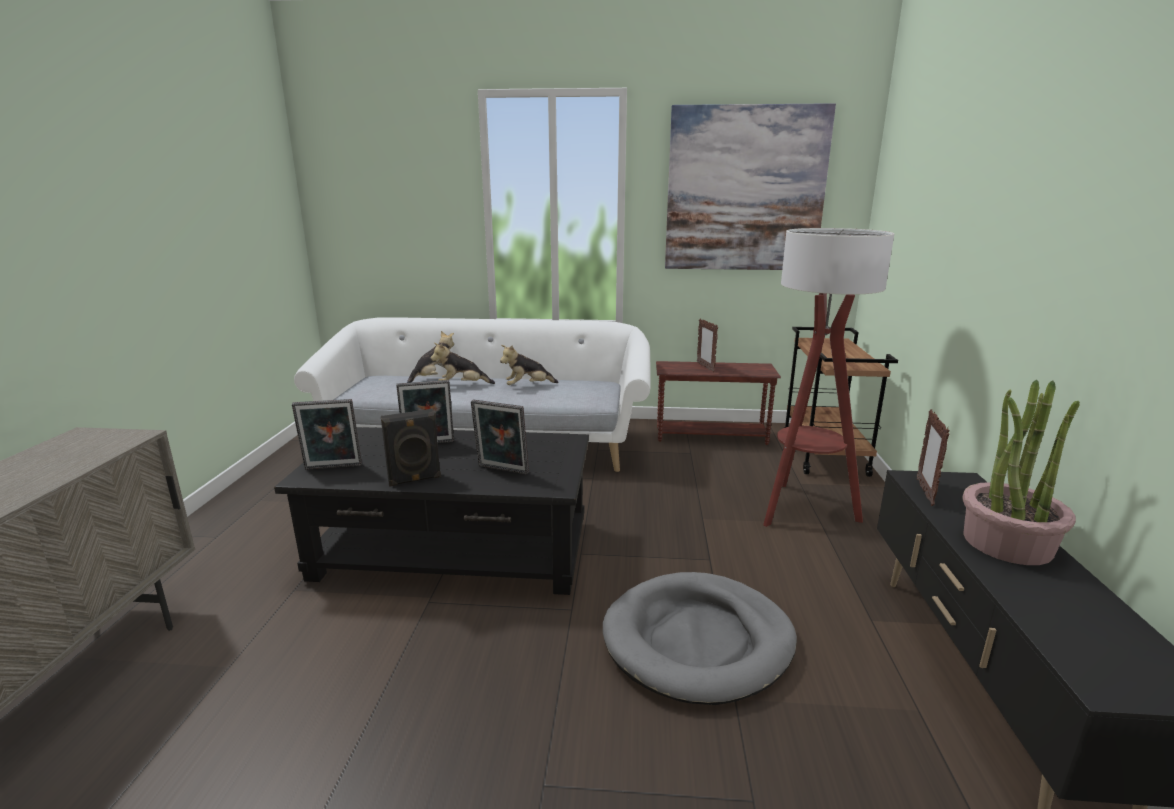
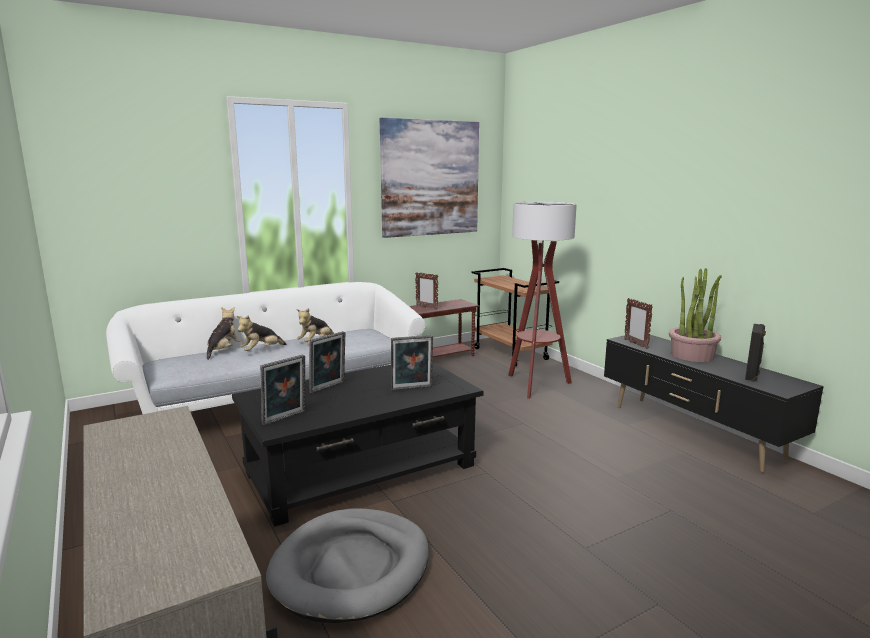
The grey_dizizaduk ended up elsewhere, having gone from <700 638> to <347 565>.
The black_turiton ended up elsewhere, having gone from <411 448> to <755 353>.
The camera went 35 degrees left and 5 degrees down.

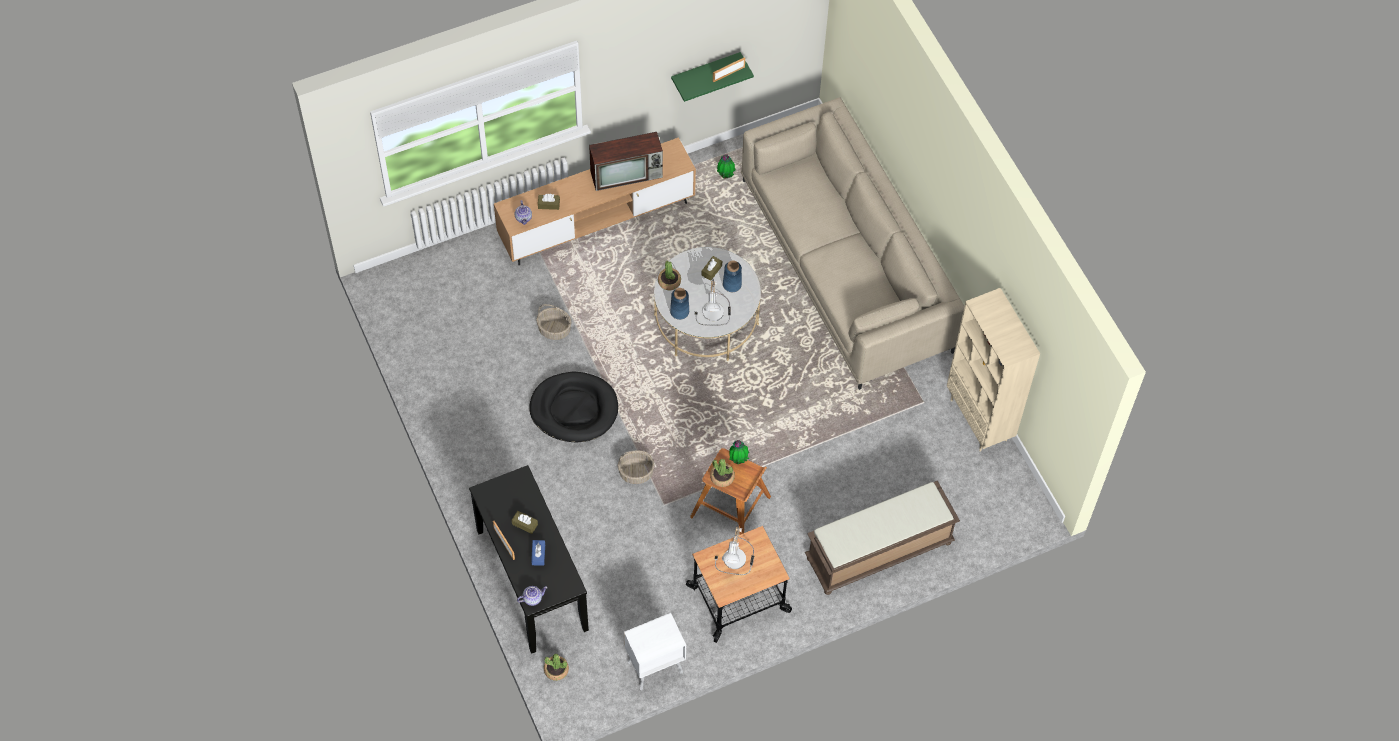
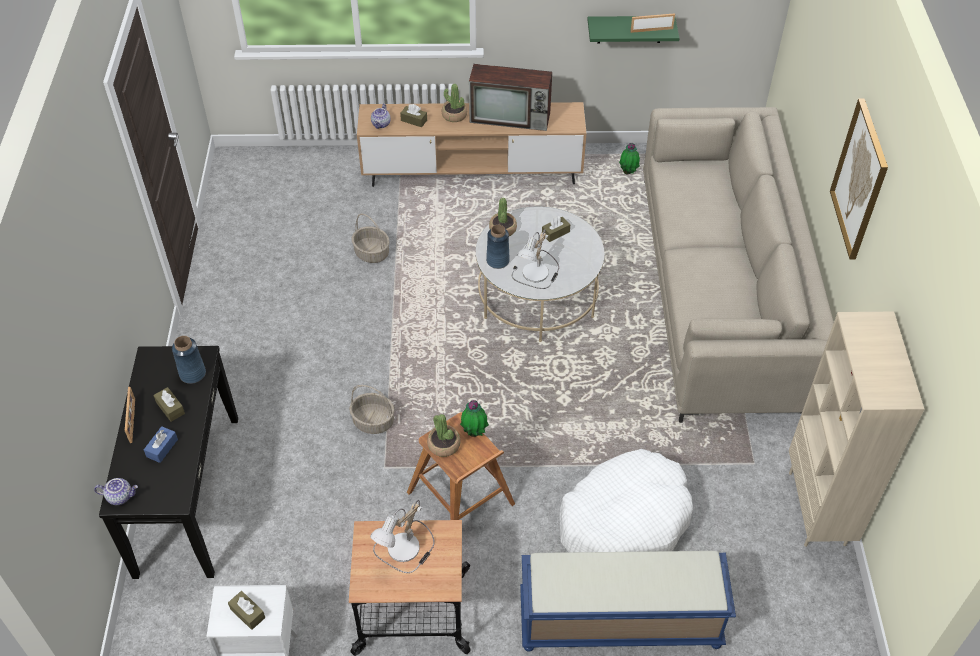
The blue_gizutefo ended up elsewhere, having gone from <732 276> to <189 360>.
The second view gained the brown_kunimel at <246 610>.
The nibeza ended up elsewhere, having gone from <556 667> to <454 103>.
What was the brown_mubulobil at <882 538> turned into the blue_mubulobil at <628 601>.
The second view gained the white_dizizaduk at <626 500>.
The second view gained the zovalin at <859 178>.
The second view lost the black_dizizaduk at <573 406>.
The camera went 25 degrees right and 10 degrees down.

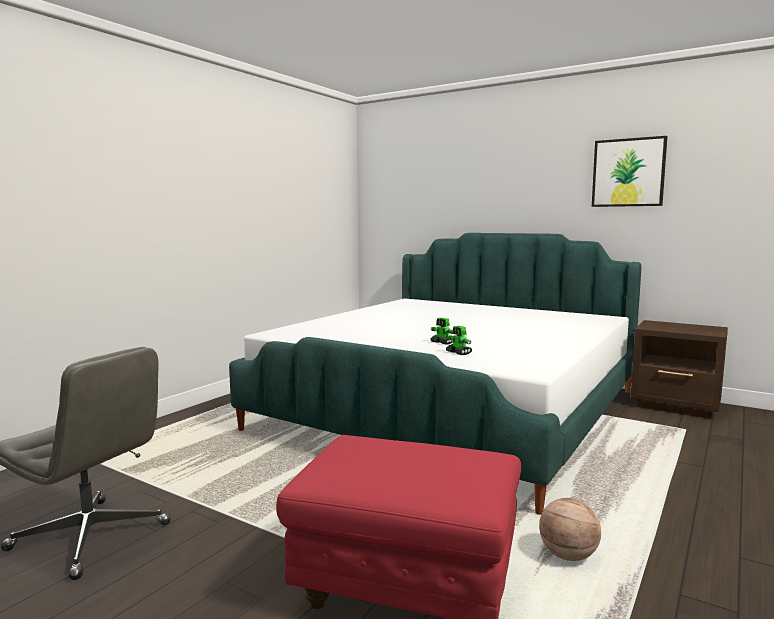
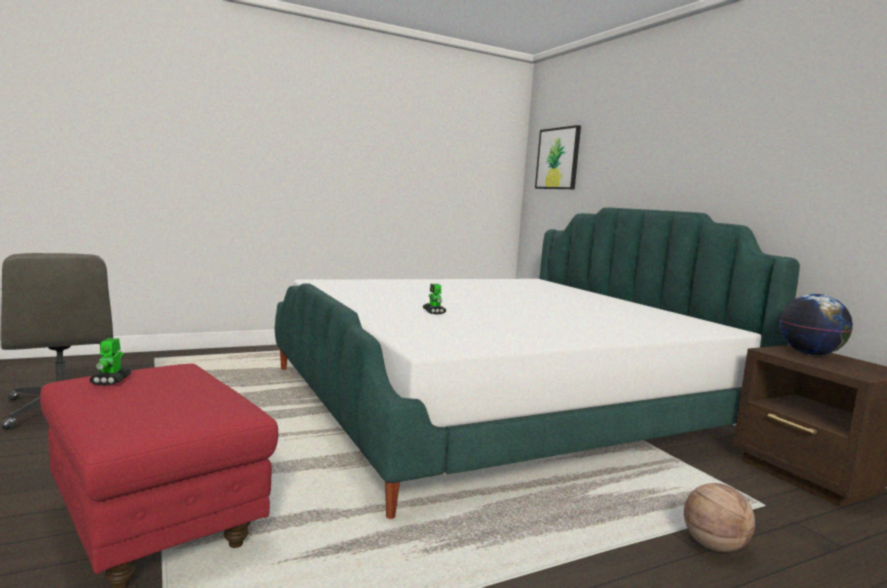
The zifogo ended up elsewhere, having gone from <459 340> to <110 362>.
The zovalin ended up elsewhere, having gone from <630 171> to <558 157>.
The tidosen ended up elsewhere, having gone from <570 529> to <719 517>.
The second view gained the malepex at <816 324>.
The camera went 30 degrees right and 0 degrees up.

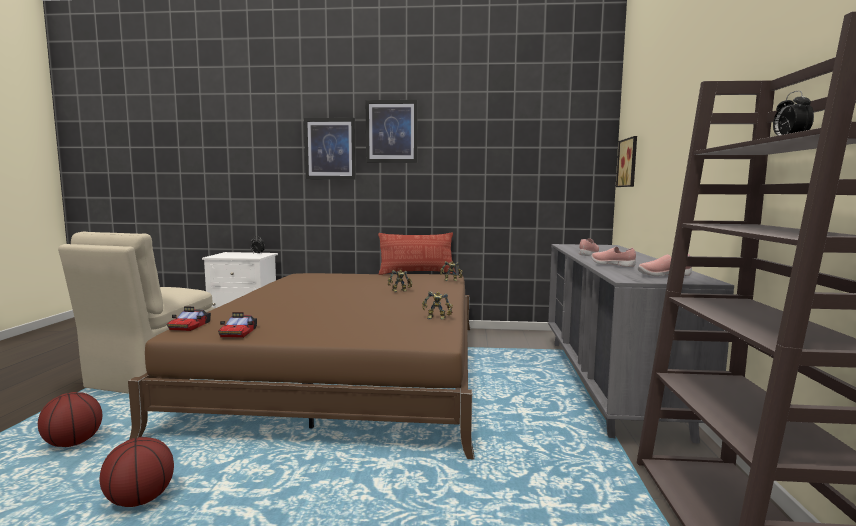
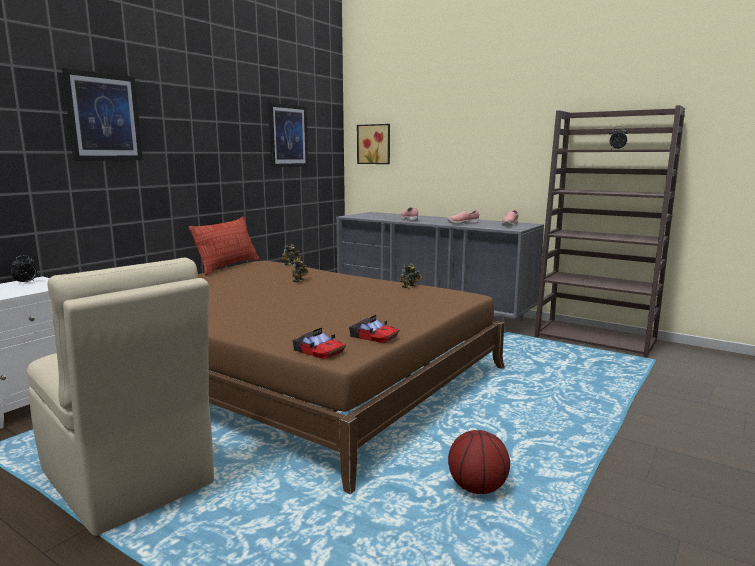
The zovalin ended up elsewhere, having gone from <392 131> to <288 135>.
The second view lost the tidosen at <70 419>.
The camera went 60 degrees left and 5 degrees up.

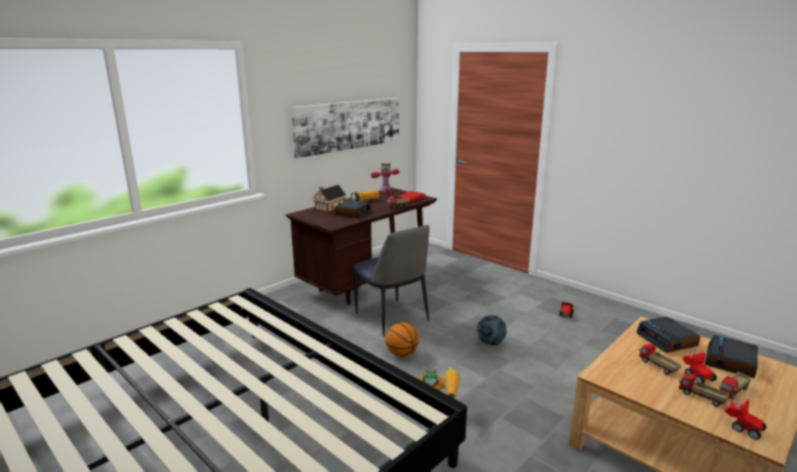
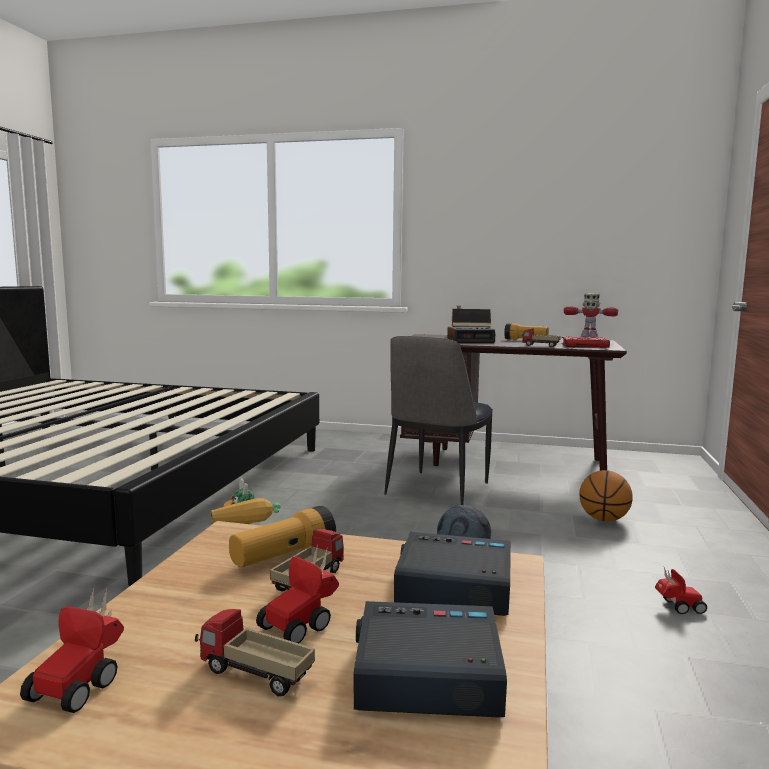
The second view gained the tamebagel at <282 536>.
The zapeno at <668 335> ended up facing another way, 60 degrees clockwise from before.
The tidosen ended up elsewhere, having gone from <402 339> to <606 495>.
The second view lost the zovalin at <345 128>.
The second view lost the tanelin at <704 390>.
The camera went 60 degrees right and 10 degrees down.

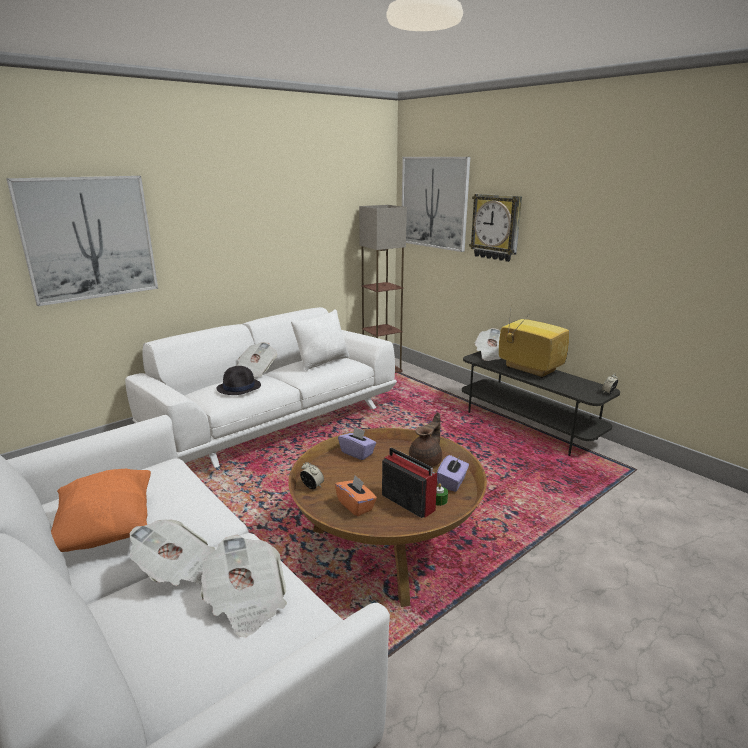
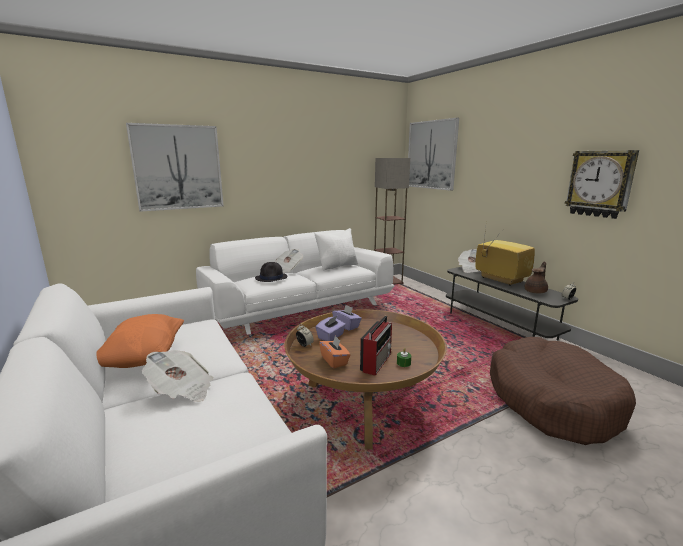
The purple_kunimel ended up elsewhere, having gone from <453 473> to <331 328>.
The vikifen at <409 483> ended up facing another way, 60 degrees clockwise from before.
The second view gained the brown_dizizaduk at <563 391>.
The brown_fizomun ended up elsewhere, having gone from <425 439> to <536 278>.
The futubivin ended up elsewhere, having gone from <495 228> to <602 184>.
The second view lost the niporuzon at <243 586>.
The camera went 10 degrees right and 5 degrees down.

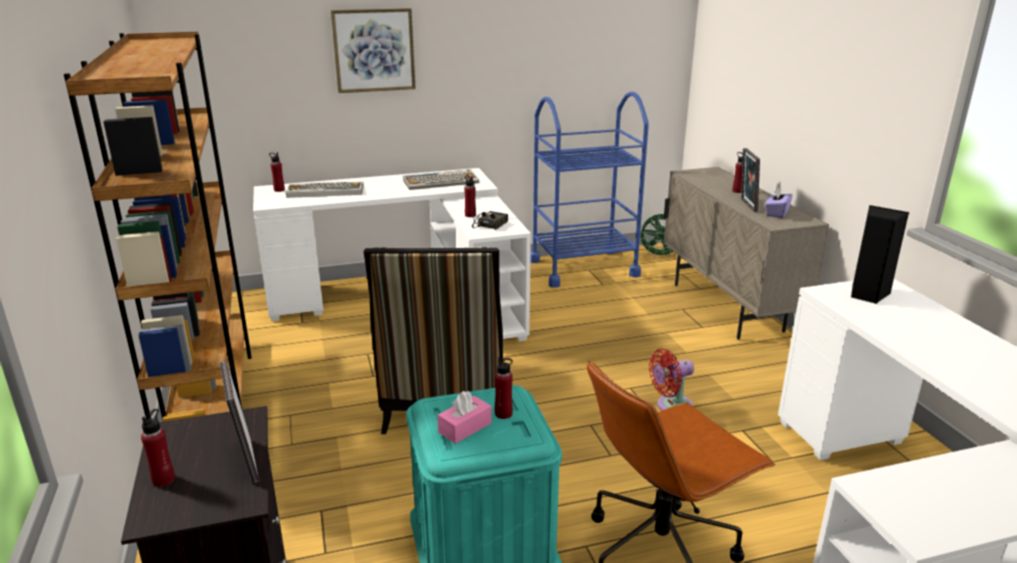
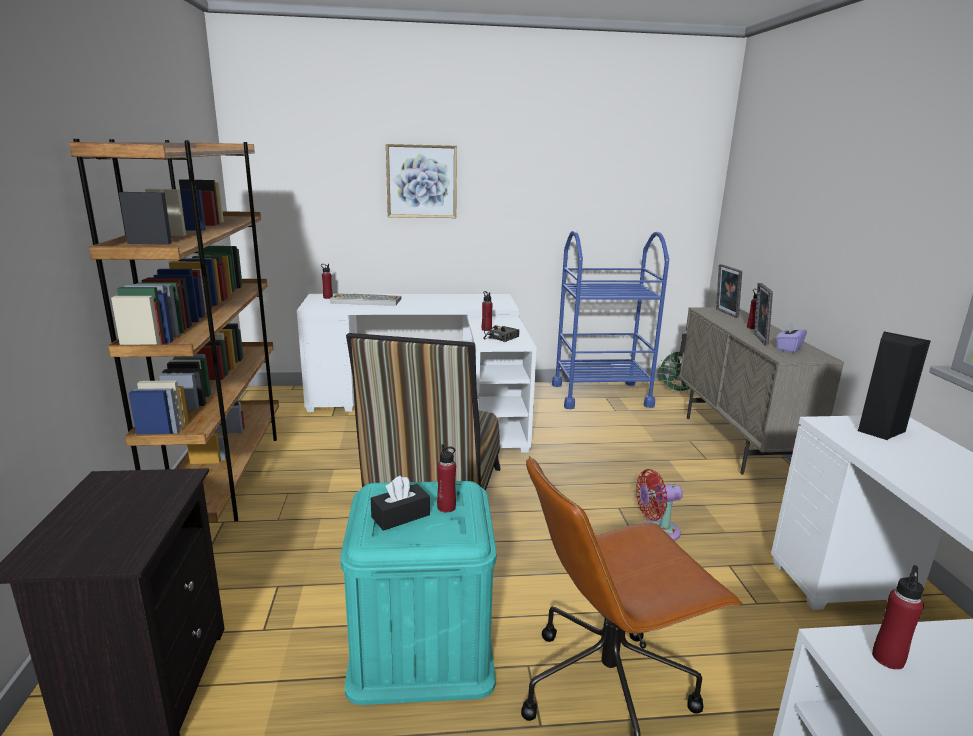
What was the pink_kunimel at <465 417> turned into the black_kunimel at <400 503>.
The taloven ended up elsewhere, having gone from <239 422> to <729 291>.
The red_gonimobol ended up elsewhere, having gone from <158 448> to <898 617>.
The second view lost the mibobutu at <441 179>.
The camera went 10 degrees right and 5 degrees down.

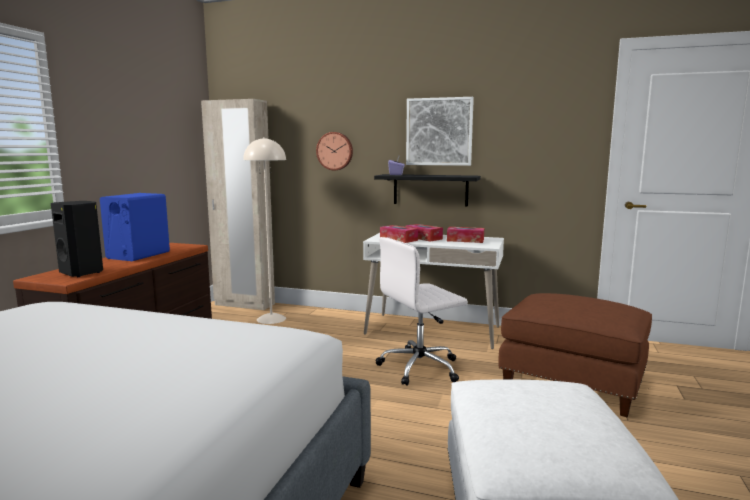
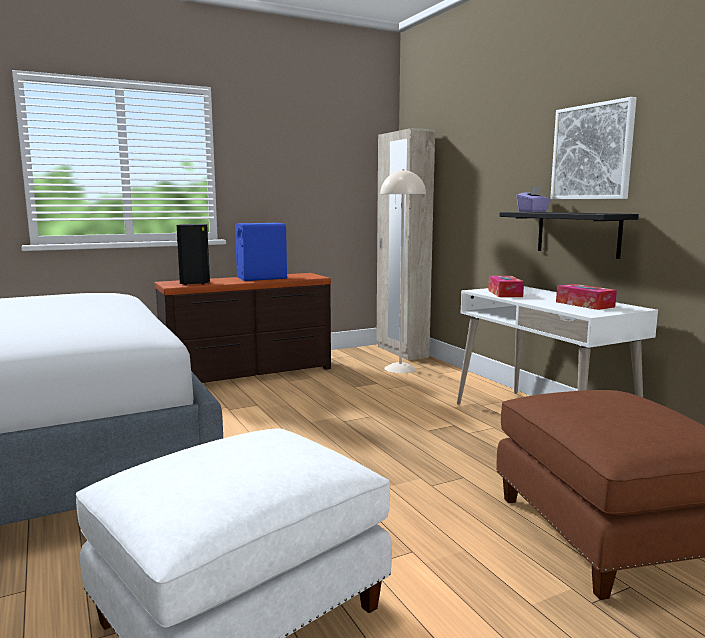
The second view lost the futubivin at <334 151>.
The second view lost the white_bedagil at <422 311>.
The second view lost the kunimel at <424 233>.
The camera went 45 degrees right and 0 degrees up.

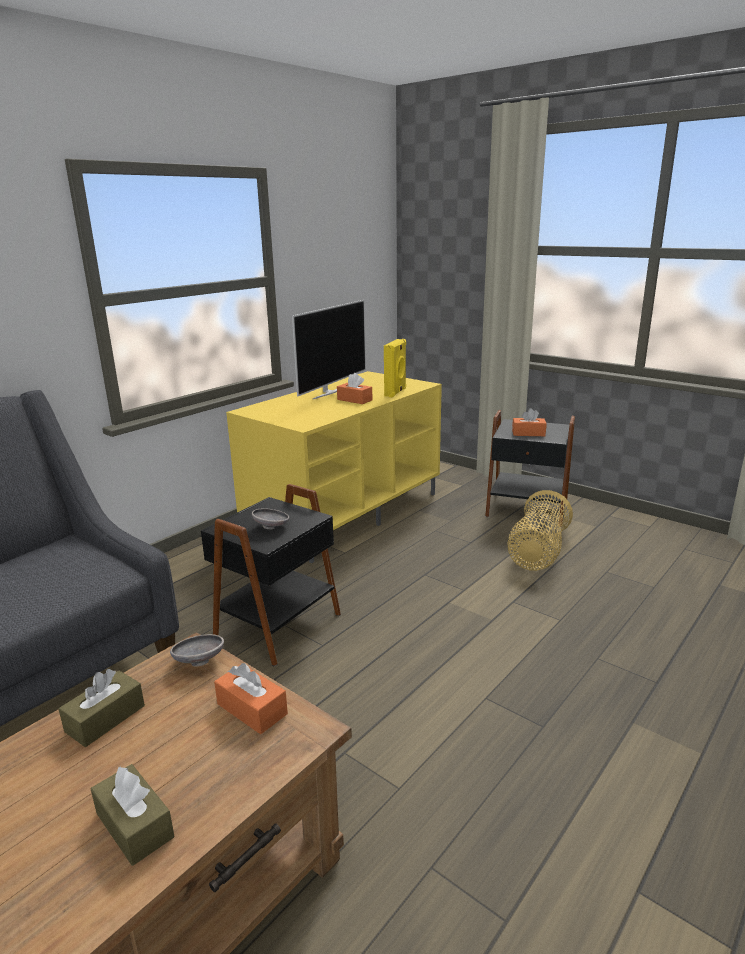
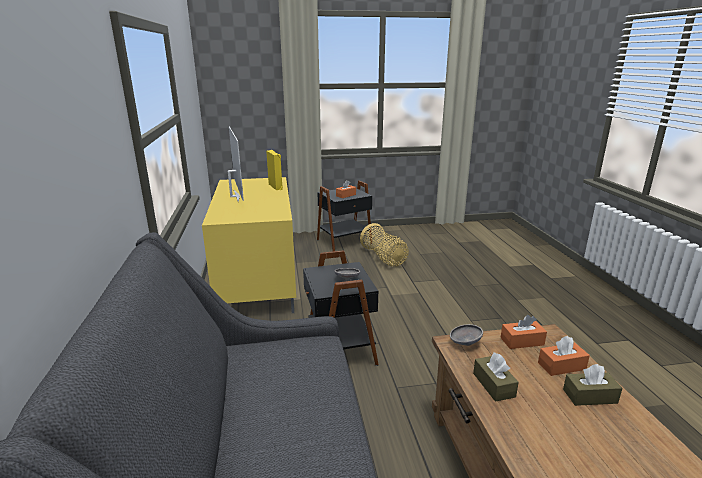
The orange_kunimel ended up elsewhere, having gone from <354 388> to <564 356>.
The camera went 50 degrees left and 0 degrees up.

